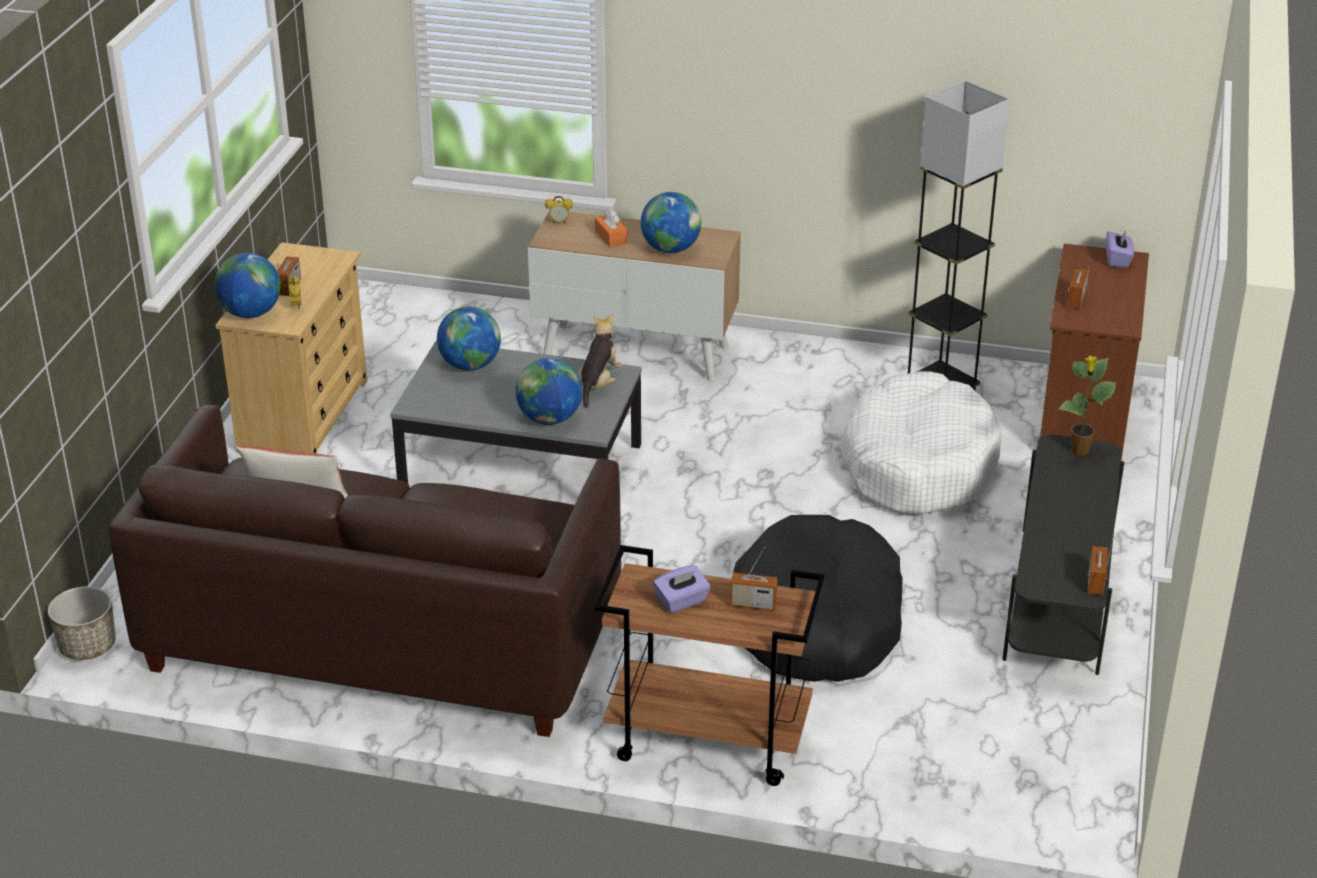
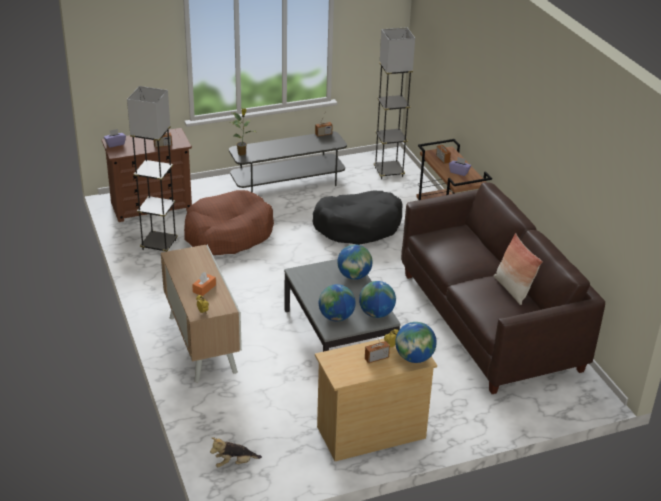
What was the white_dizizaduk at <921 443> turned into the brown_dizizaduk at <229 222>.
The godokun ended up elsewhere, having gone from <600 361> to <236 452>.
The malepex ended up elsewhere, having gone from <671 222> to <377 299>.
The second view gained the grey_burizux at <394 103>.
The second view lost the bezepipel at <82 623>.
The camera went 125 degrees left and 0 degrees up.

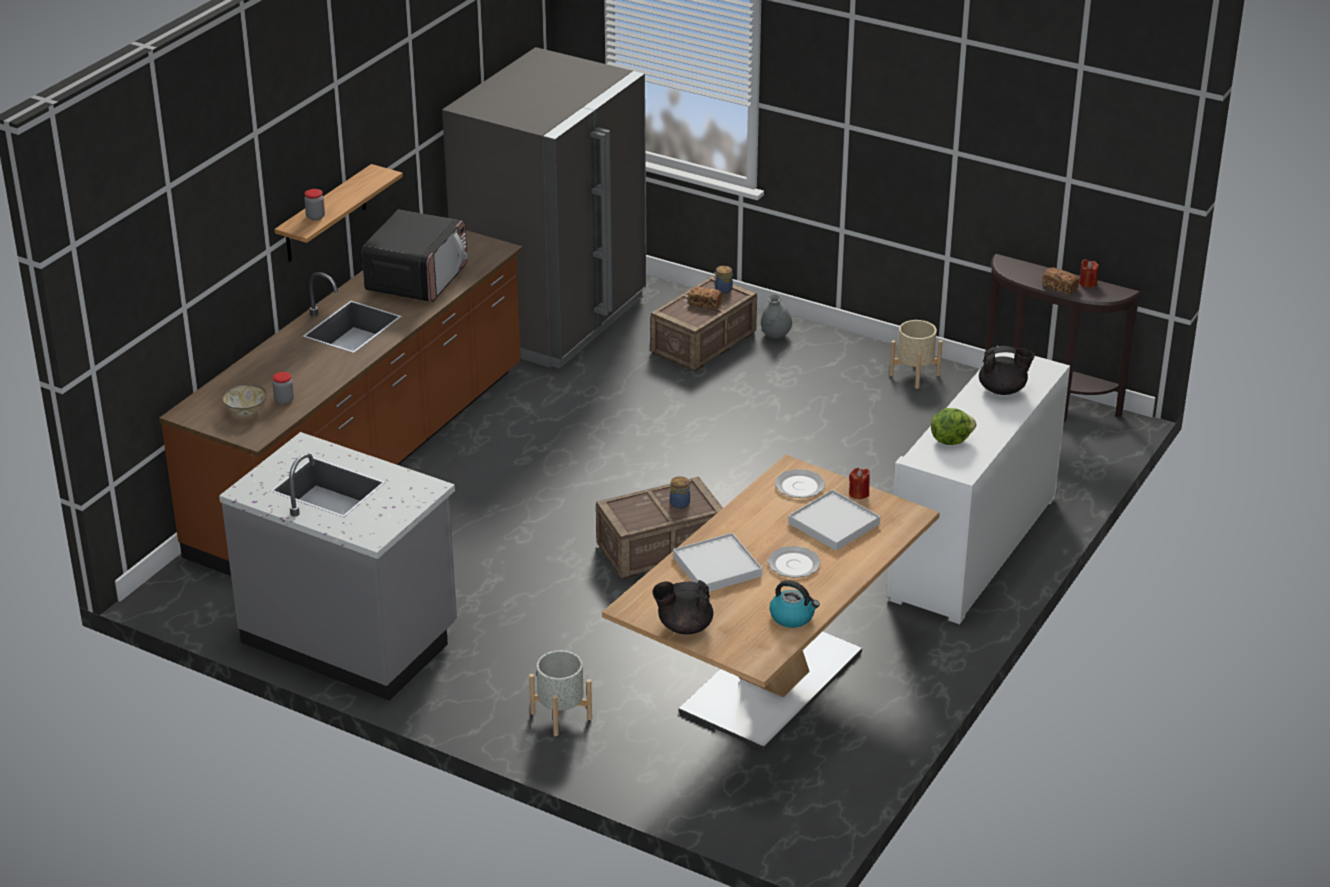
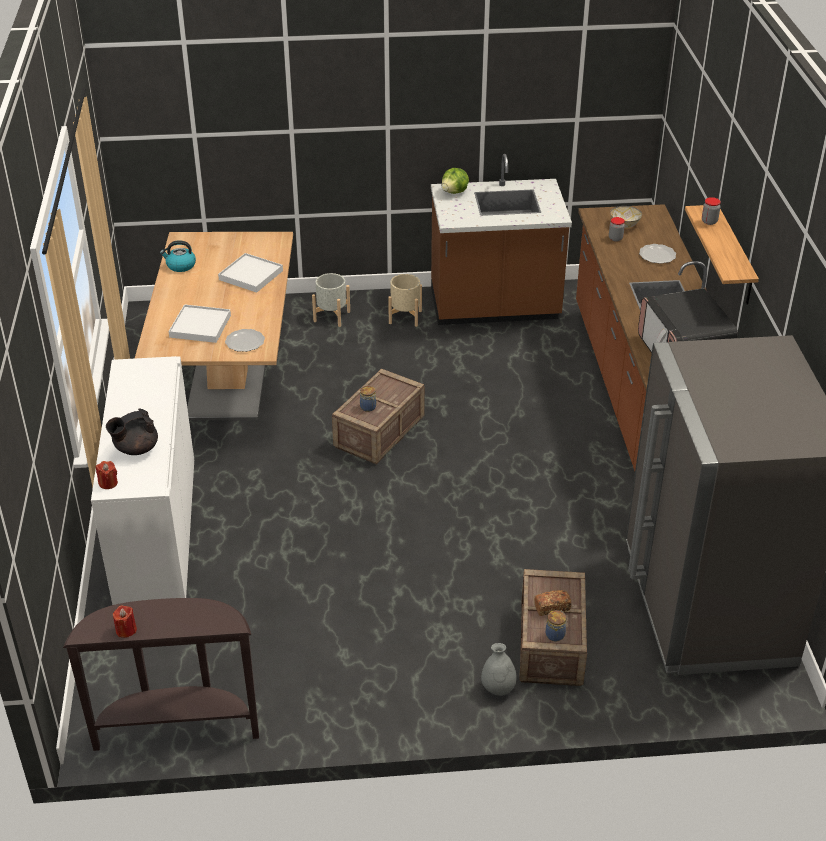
The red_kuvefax ended up elsewhere, having gone from <859 483> to <107 475>.
The beige_bezepipel ended up elsewhere, having gone from <916 354> to <405 300>.
What was the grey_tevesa at <338 566> turned into the brown_tevesa at <501 239>.
The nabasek ended up elsewhere, having gone from <953 426> to <455 181>.
The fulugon ended up elsewhere, having gone from <794 562> to <657 254>.
The second view lost the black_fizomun at <682 607>.
The second view lost the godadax at <1060 281>.
The camera went 145 degrees right and 5 degrees up.

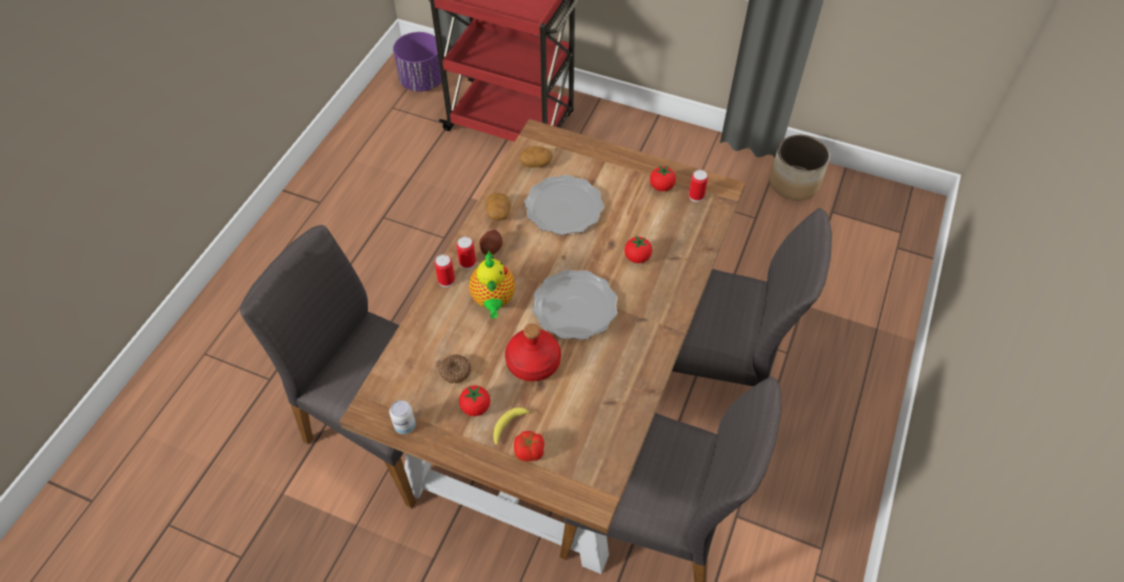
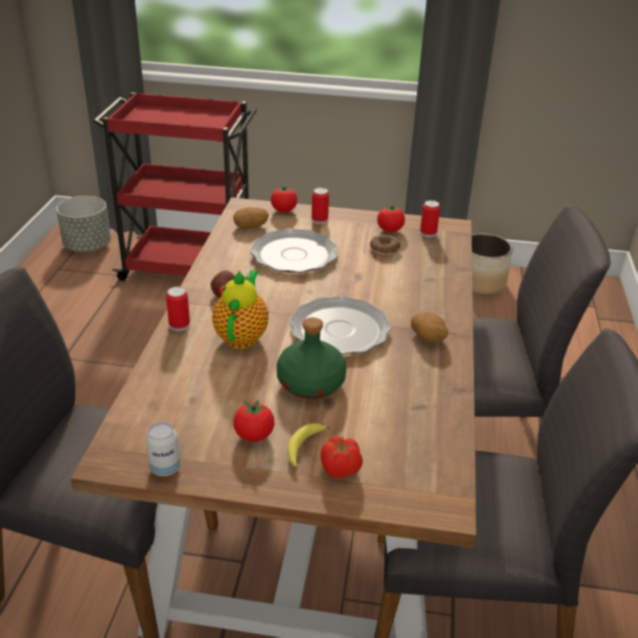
What was the purple_bezepipel at <417 62> turned into the grey_bezepipel at <83 224>.
The fizomun at <492 284> ended up facing another way, 150 degrees counterclockwise from before.
The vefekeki ended up elsewhere, having gone from <638 249> to <284 198>.
What was the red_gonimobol at <533 352> turned into the green_gonimobol at <311 358>.
The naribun ended up elsewhere, having gone from <466 253> to <320 206>.
The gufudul ended up elsewhere, having gone from <455 369> to <385 245>.
The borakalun ended up elsewhere, having gone from <498 207> to <429 327>.
The camera went 15 degrees left and 20 degrees down.

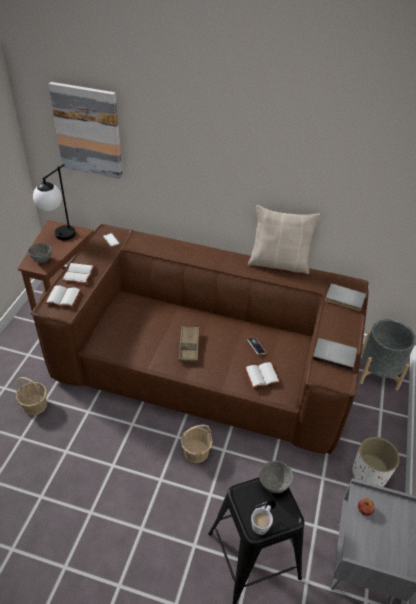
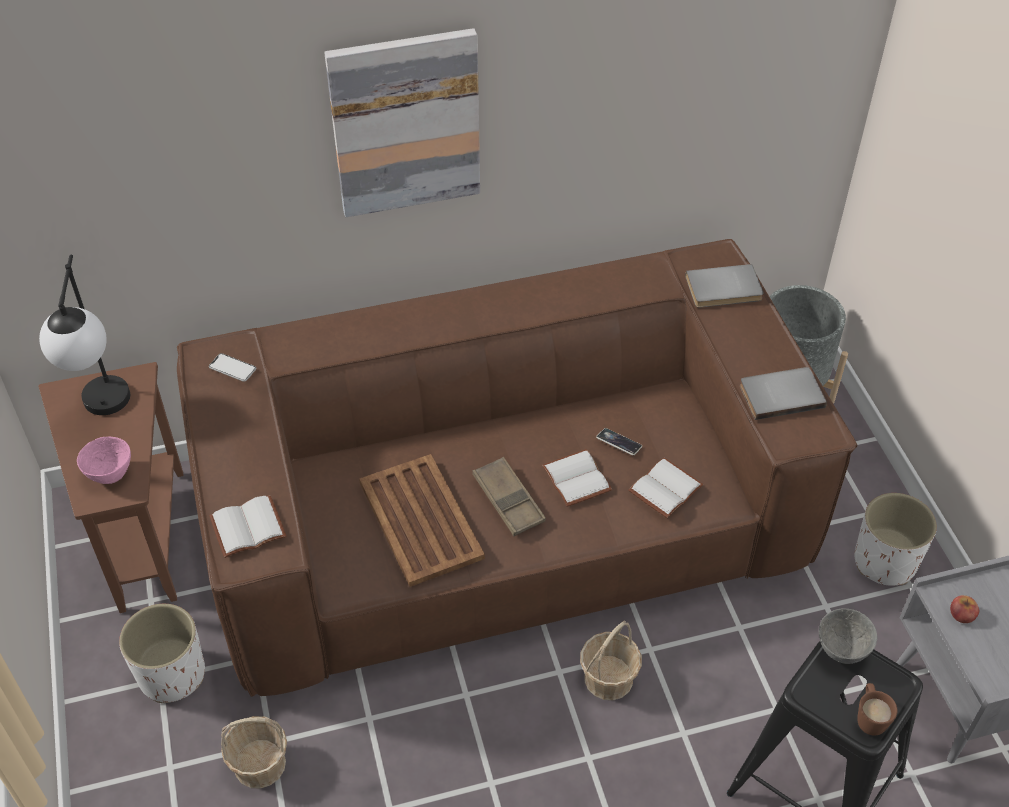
What was the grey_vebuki at <40 253> turned into the pink_vebuki at <104 460>.
The second view gained the white_bezepipel at <162 653>.
The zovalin ended up elsewhere, having gone from <85 130> to <402 122>.
The second view gained the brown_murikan at <422 520>.
The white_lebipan ended up elsewhere, having gone from <78 273> to <577 478>.
What was the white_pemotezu at <262 520> turned into the brown_pemotezu at <877 709>.
The second view lost the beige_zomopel at <284 239>.
The camera went 30 degrees left and 5 degrees up.

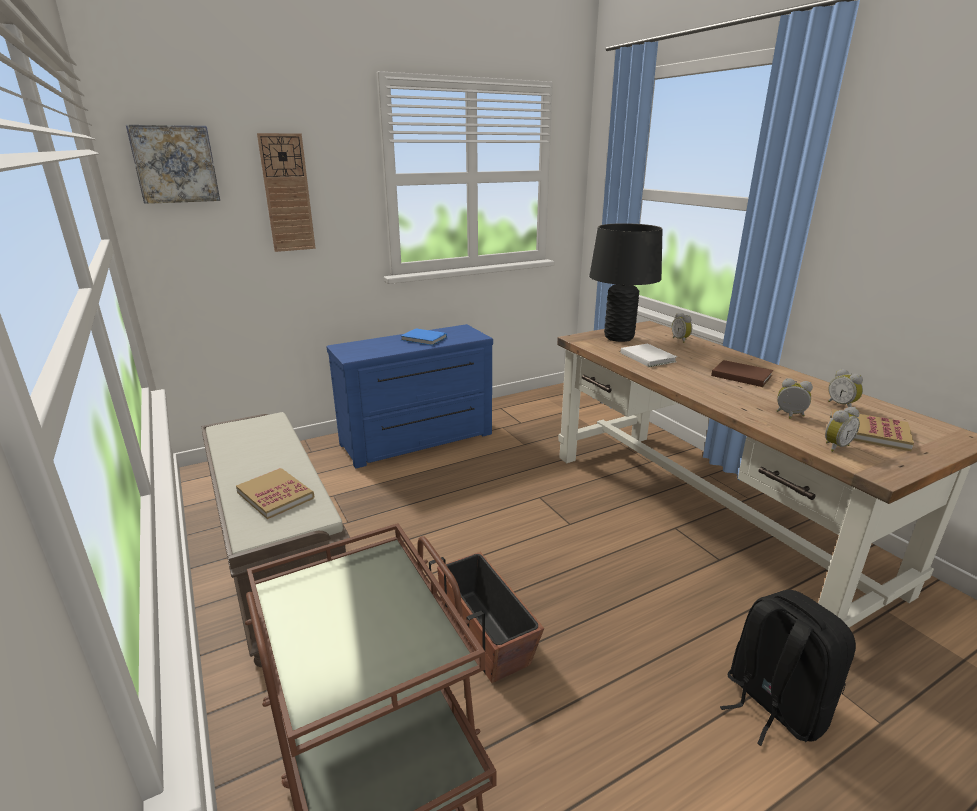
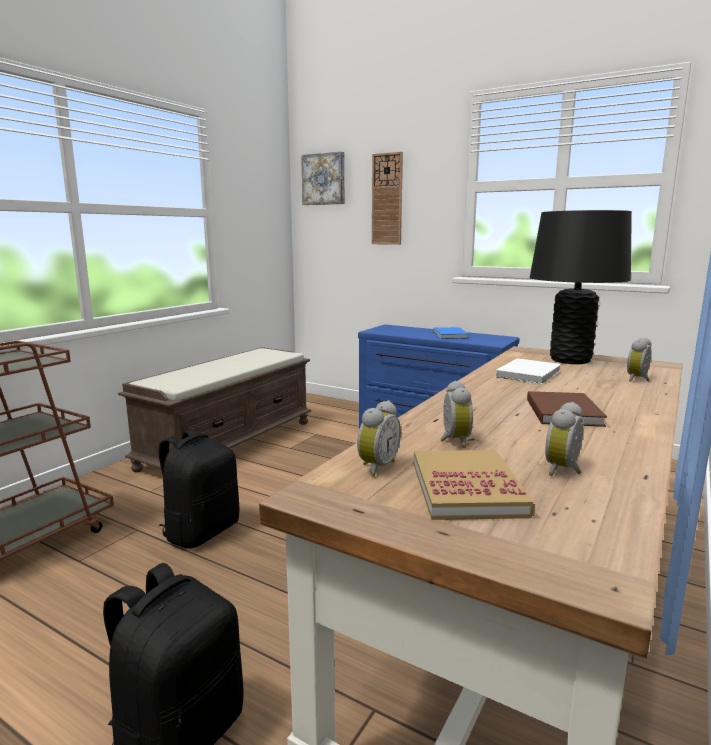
Where the bezepipel stood at <486 617>, the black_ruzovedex came to stand at <199 489>.
The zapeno at <842 429> ended up facing another way, 90 degrees counterclockwise from before.
The second view lost the lebipan at <275 493>.
The camera went 60 degrees right and 10 degrees down.

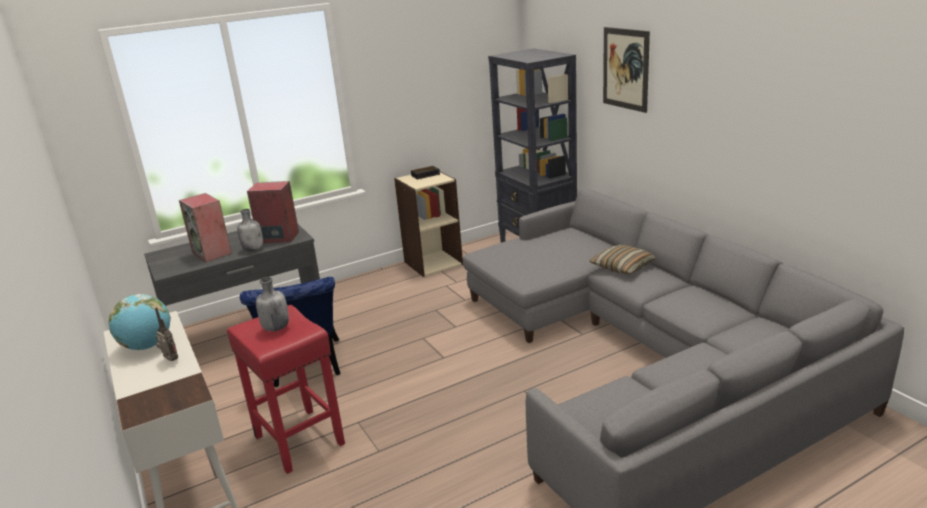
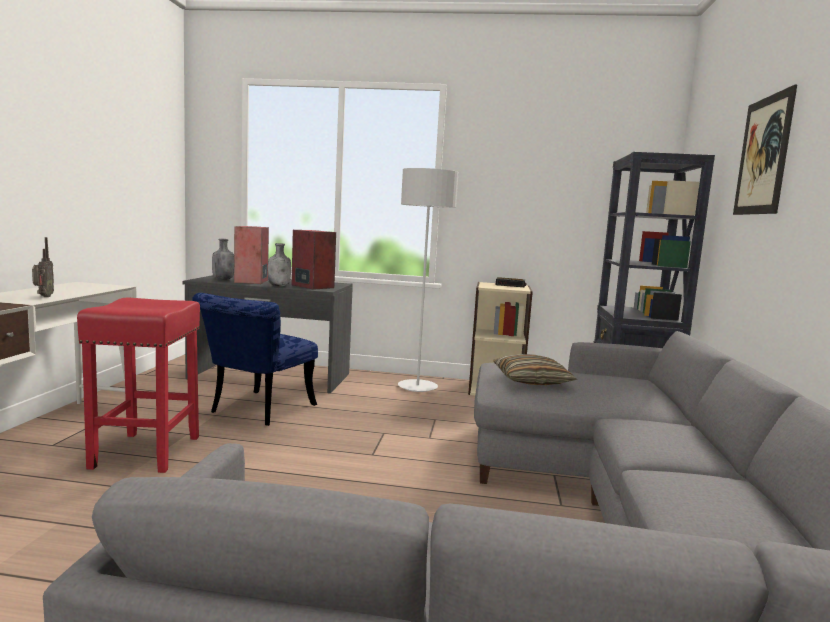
The grey_gonimobol ended up elsewhere, having gone from <272 304> to <223 259>.
The second view gained the grey_burizux at <428 280>.
The zomopel ended up elsewhere, having gone from <622 259> to <535 369>.
The second view lost the malepex at <140 322>.
The camera went 35 degrees right and 15 degrees down.

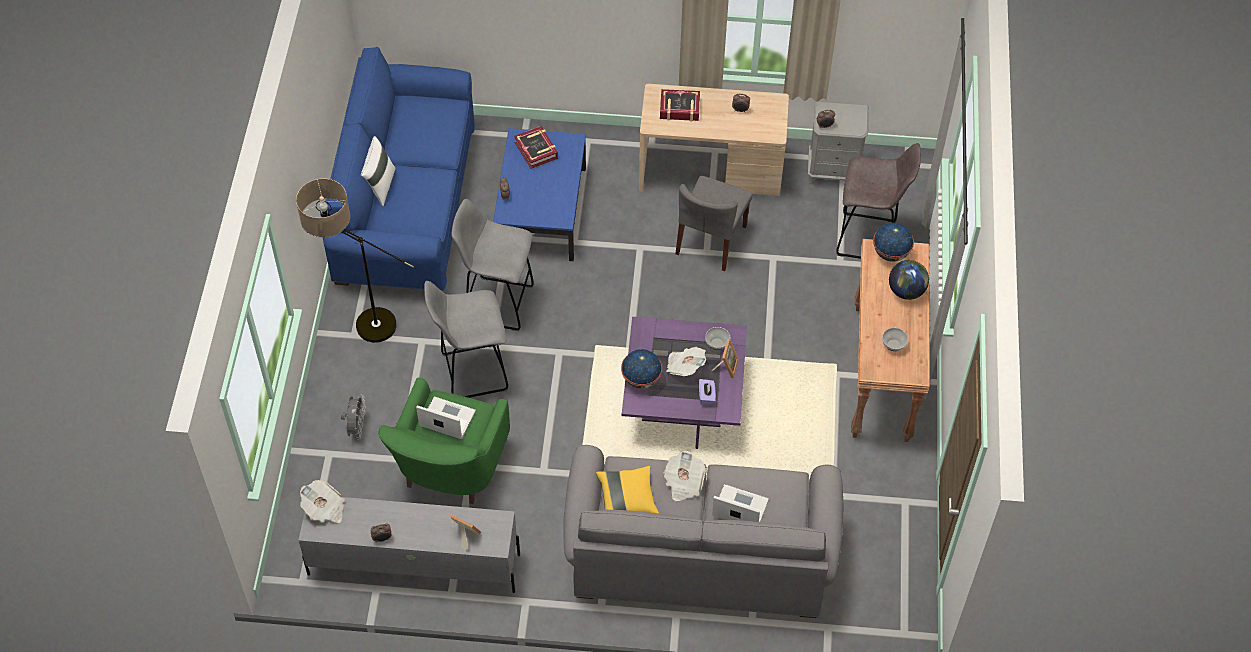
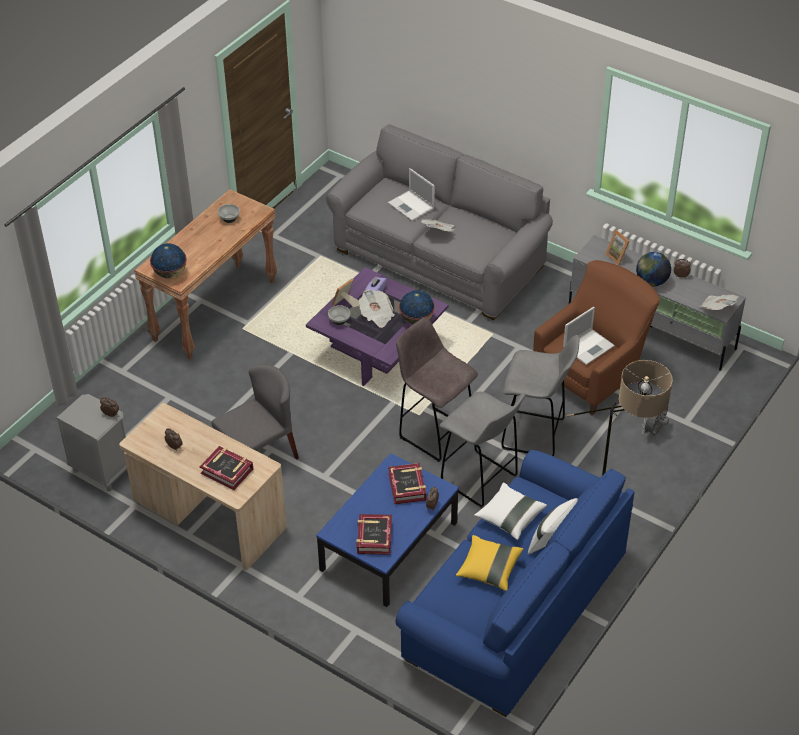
The second view gained the lebipan at <407 483>.
The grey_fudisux ended up elsewhere, having gone from <878 201> to <437 389>.
The yellow_zomopel ended up elsewhere, having gone from <627 489> to <490 563>.
The second view gained the white_zomopel at <510 511>.
What was the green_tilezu at <444 441> turned into the brown_tilezu at <596 338>.
The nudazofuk at <446 417> ended up facing another way, 90 degrees counterclockwise from before.
The malepex ended up elsewhere, having gone from <909 280> to <653 269>.
The camera went 150 degrees left and 10 degrees down.

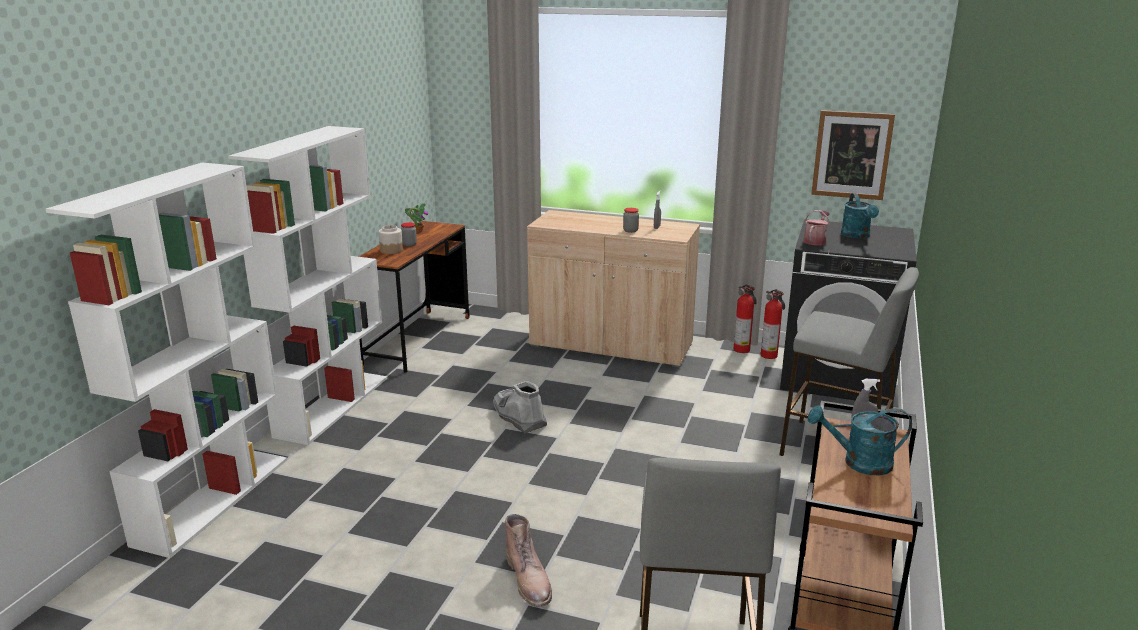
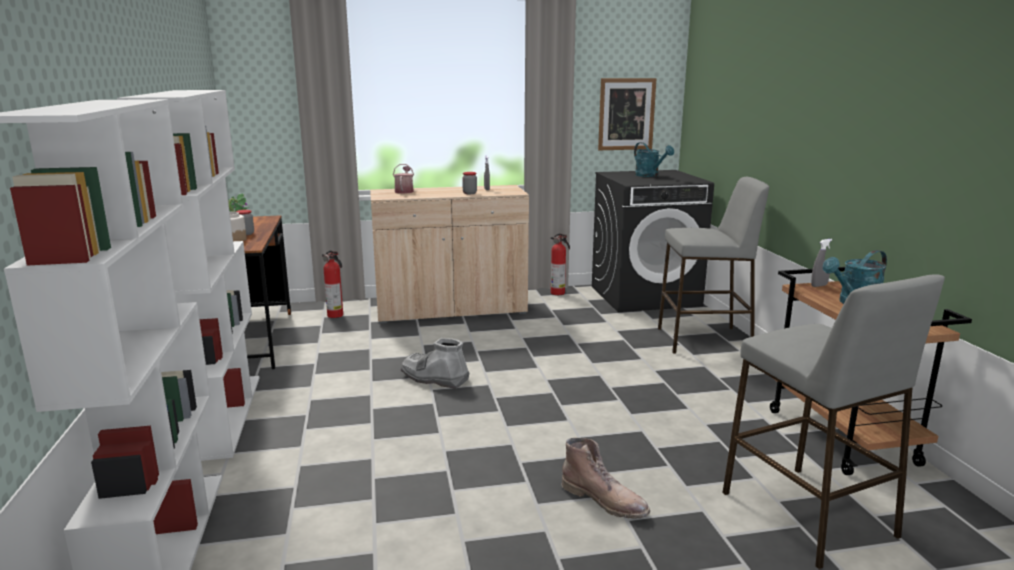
The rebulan ended up elsewhere, having gone from <773 324> to <332 284>.
The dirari ended up elsewhere, having gone from <816 227> to <403 179>.
The camera went 30 degrees left and 5 degrees down.

